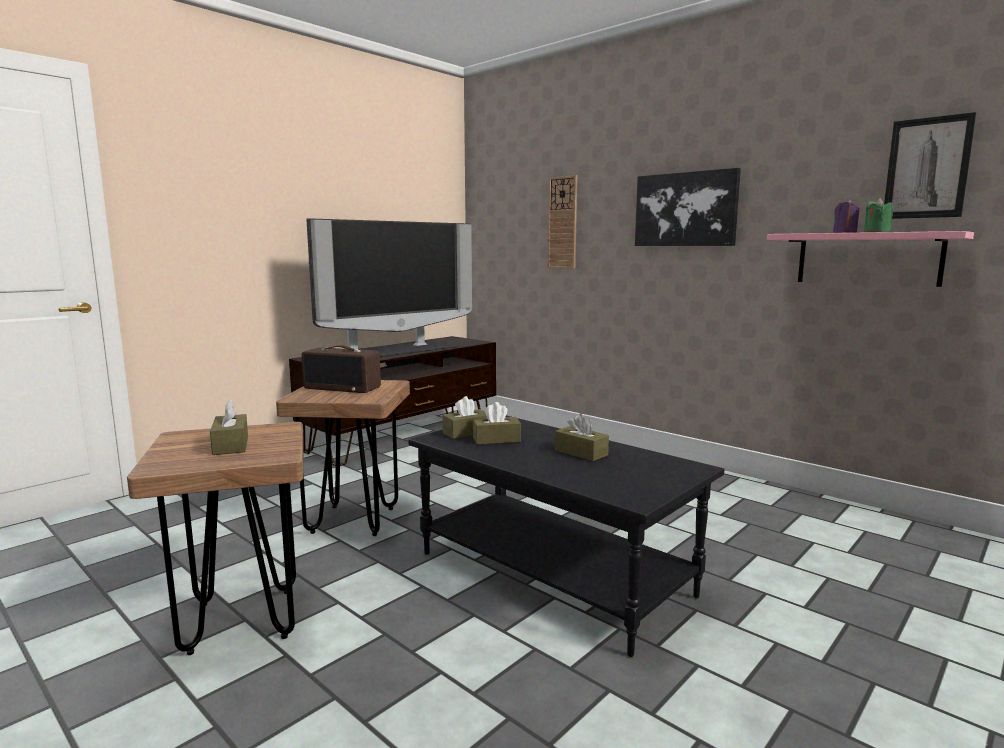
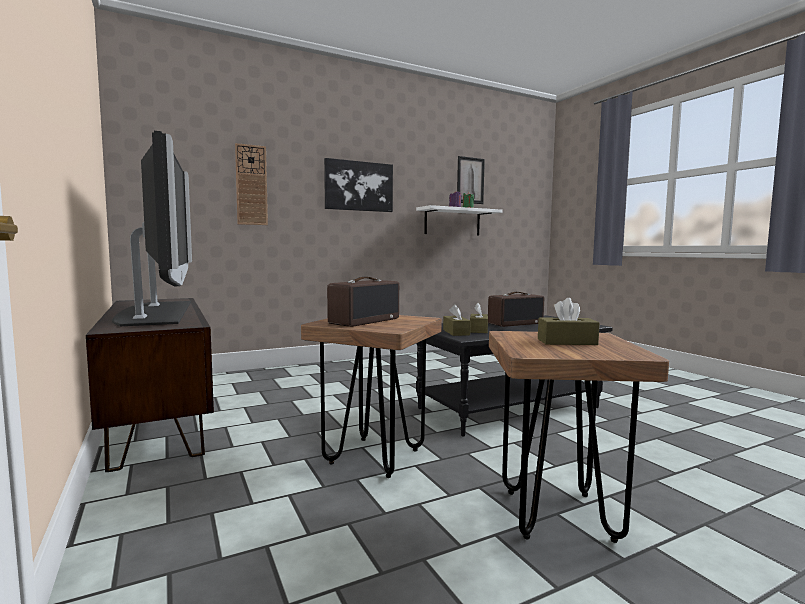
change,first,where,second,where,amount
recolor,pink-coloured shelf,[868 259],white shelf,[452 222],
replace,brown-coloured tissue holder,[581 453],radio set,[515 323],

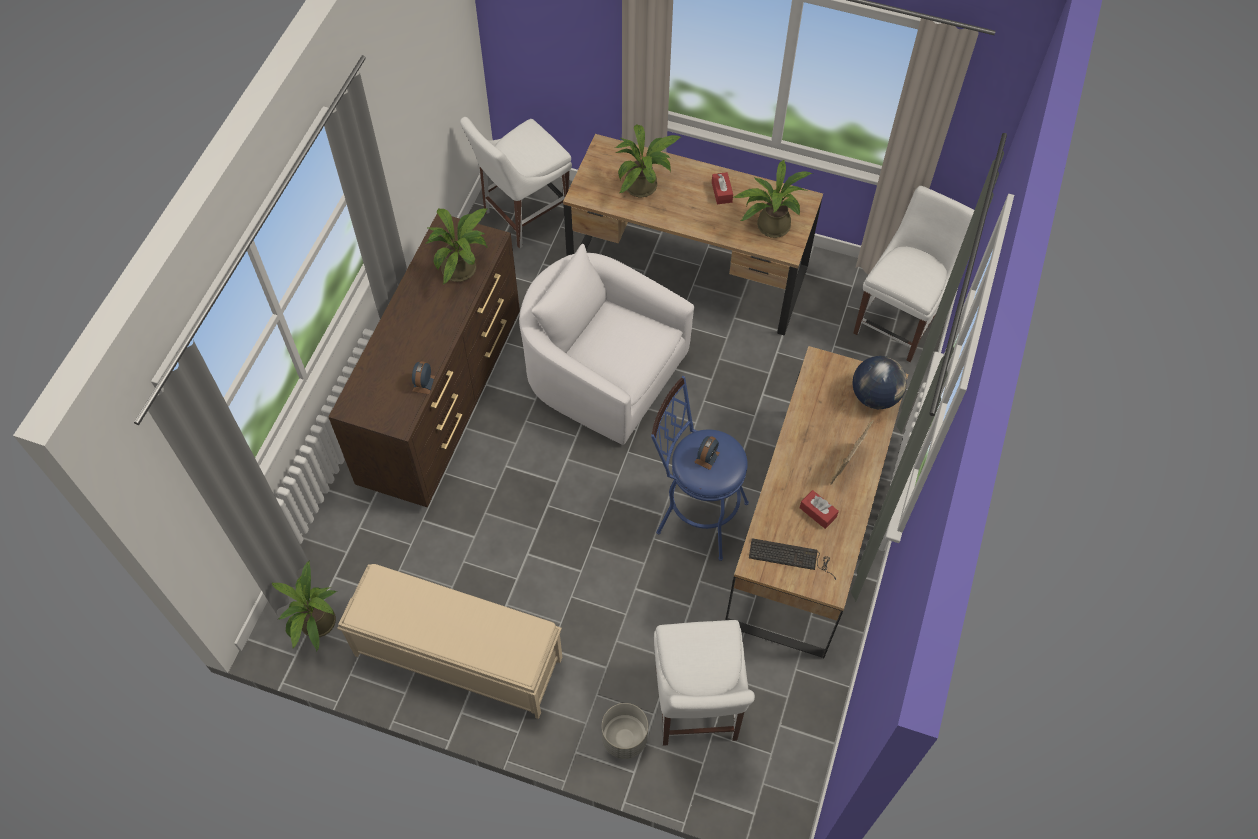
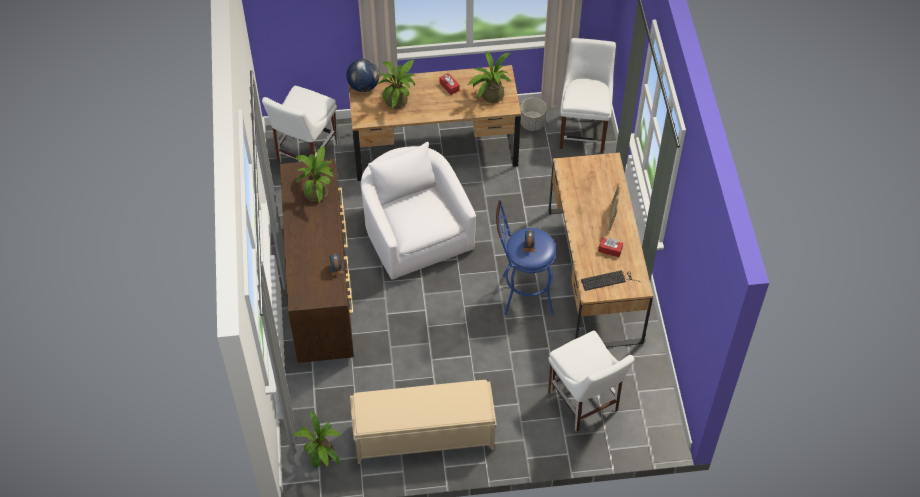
change,first,where,second,where,amount
move,world globe,[875 396],,[363 86],
rotate,white lounge chair,[602 372],,[415 233],60 degrees clockwise
move,gray planter,[625 738],,[532 123],

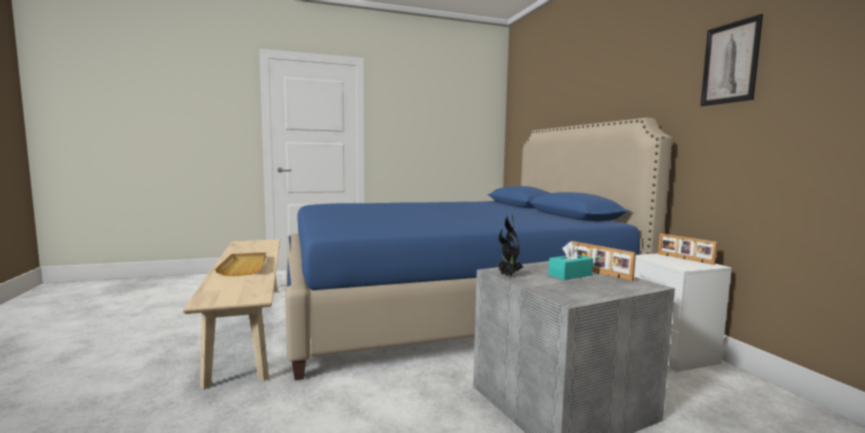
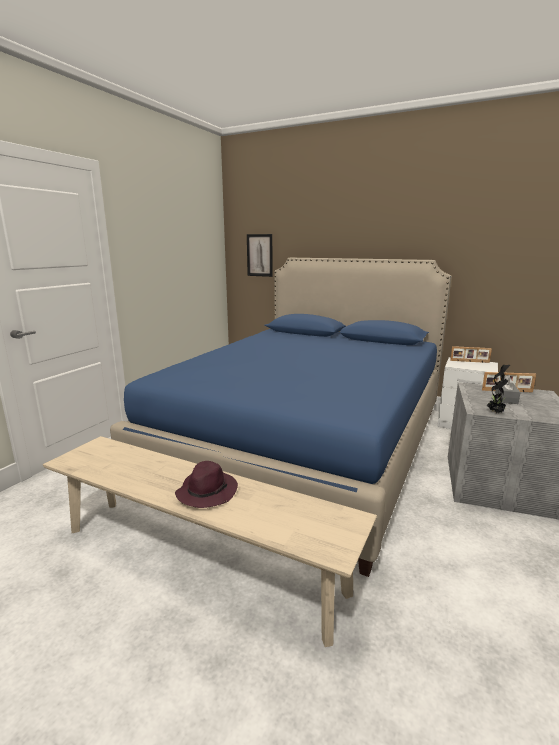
change,first,where,second,where,amount
replace,beige tray,[244 266],purplish hat,[207 491],
move,wall picture,[730 63],,[259 255],
recolor,blue-green tissue holder,[570 275],gray tissue holder,[506 398],

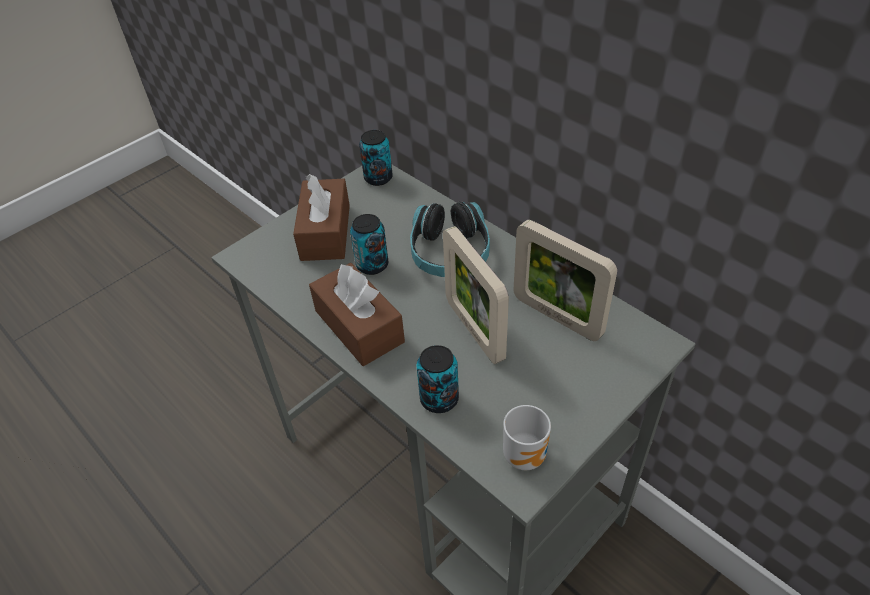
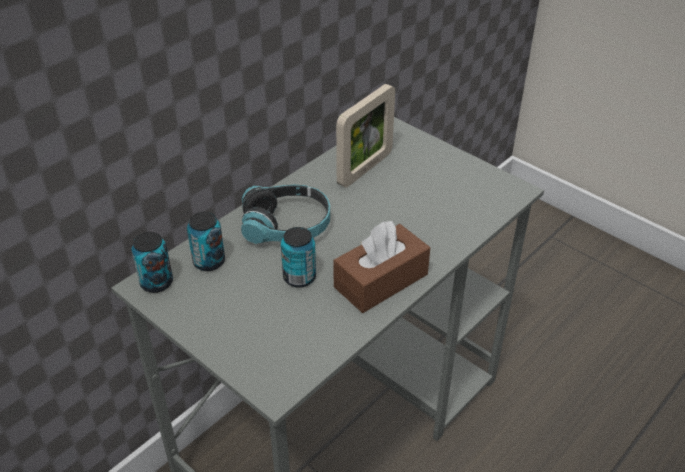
change,first,where,second,where,amount
move,can,[439 399],,[209 262],
delete,brown-coloured tissue holder,[325 232],,,
delete,picture frame,[474 330],,,
delete,mug,[527 454],,,

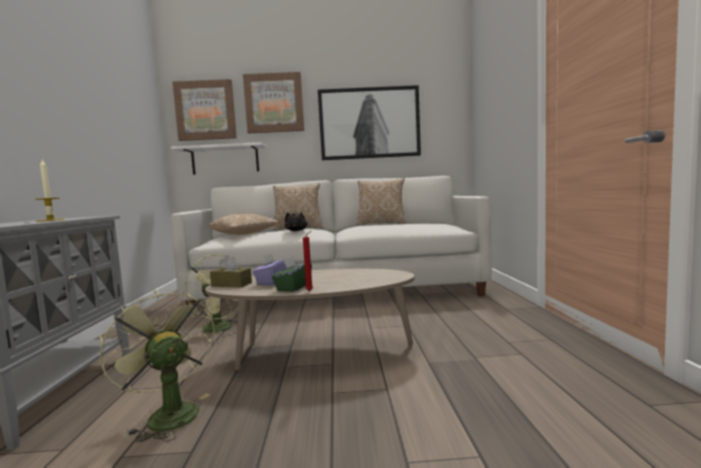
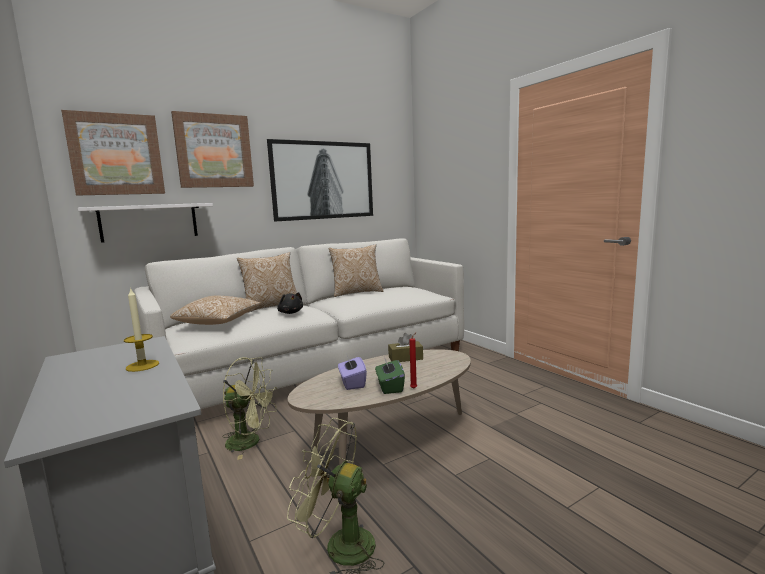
change,first,where,second,where,amount
move,brown-coloured tissue holder,[231 284],,[405 358],

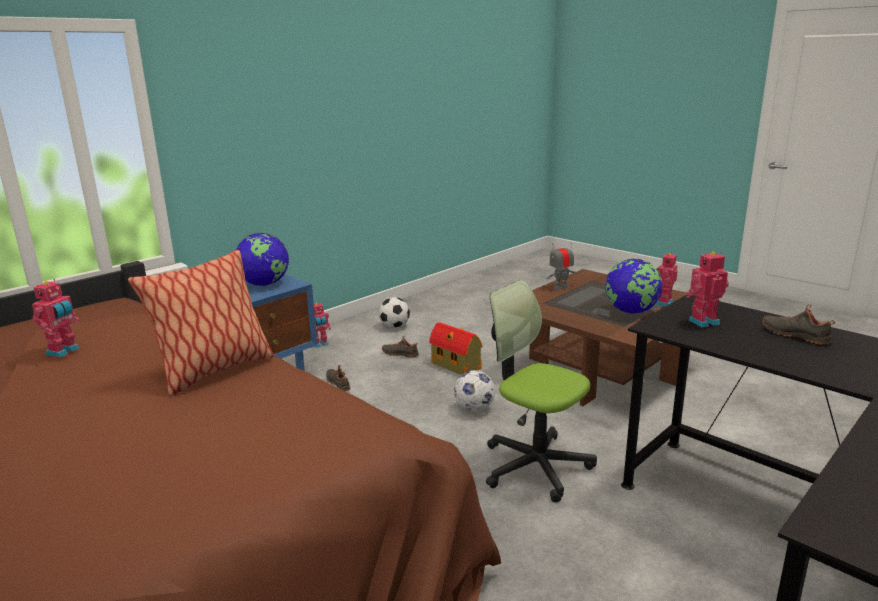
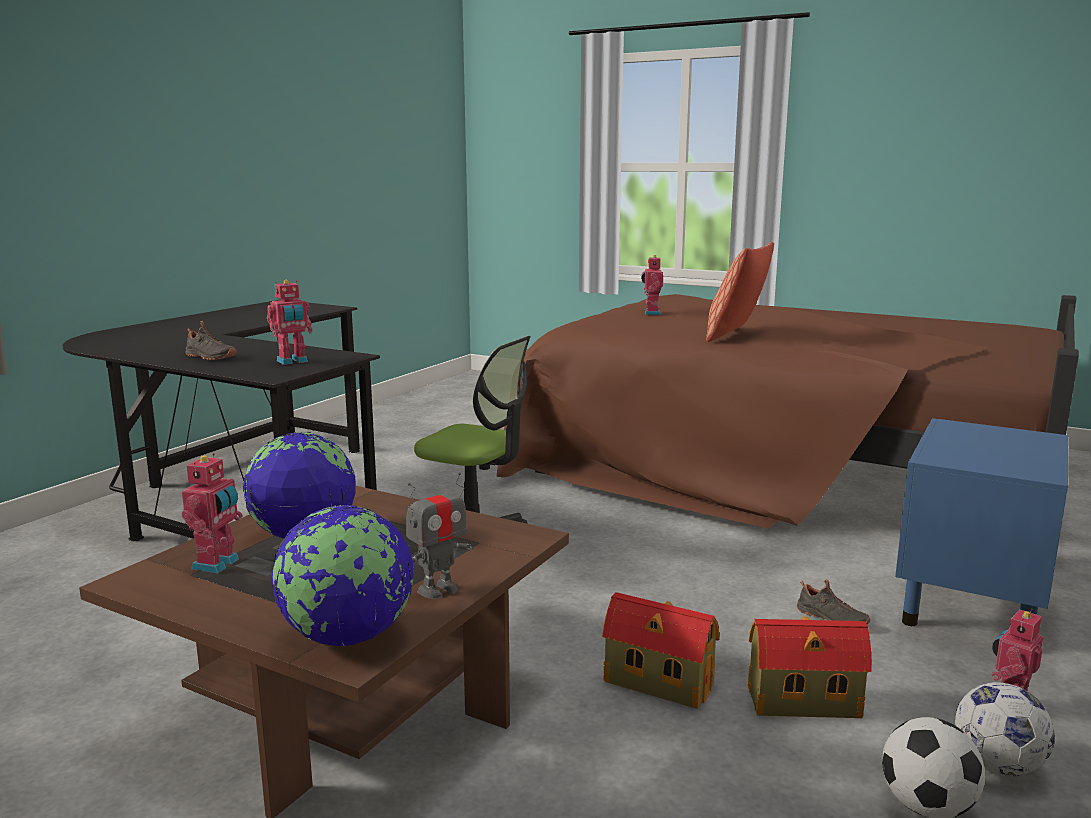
change,first,where,second,where,amount
move,world globe,[264 284],,[347 637],
move,robot figure,[64 351],,[651 313],
replace,black-coloured item of footwear,[400 354],miniature house,[800 702],
move,ball for football,[474 408],,[998 766],

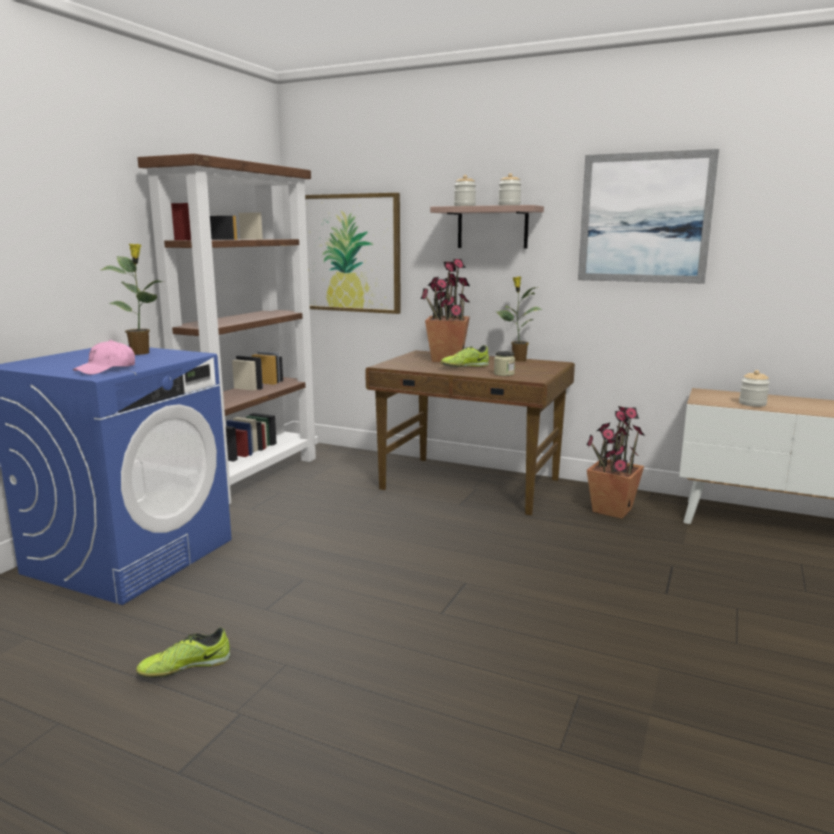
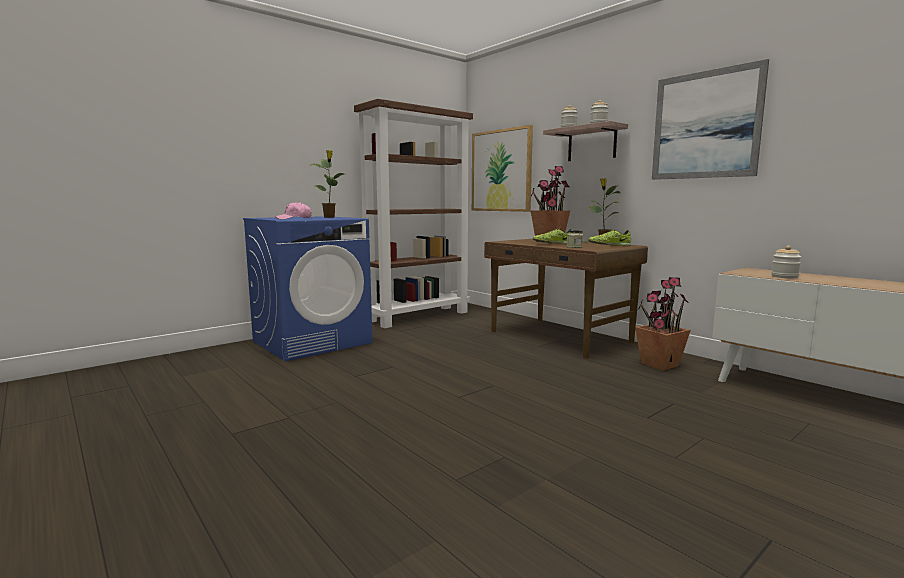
change,first,where,second,where,amount
move,item of footwear,[185 667],,[609 245],

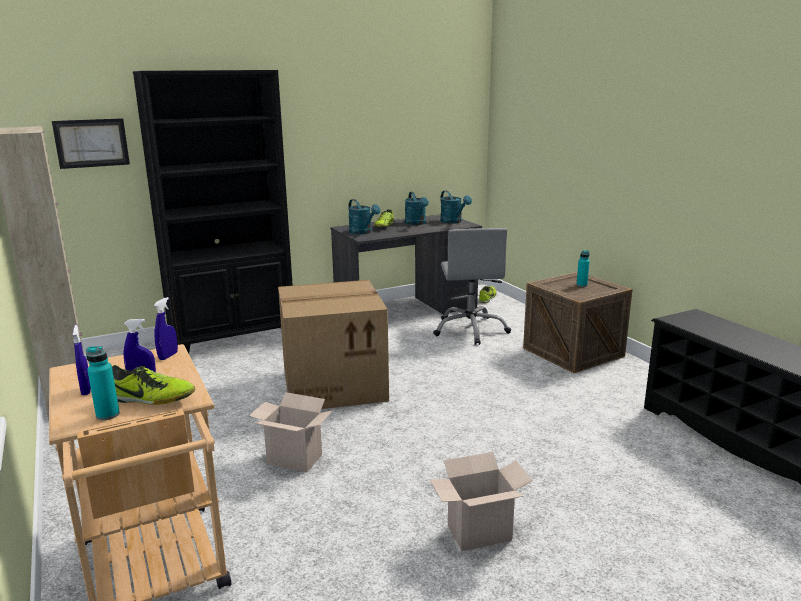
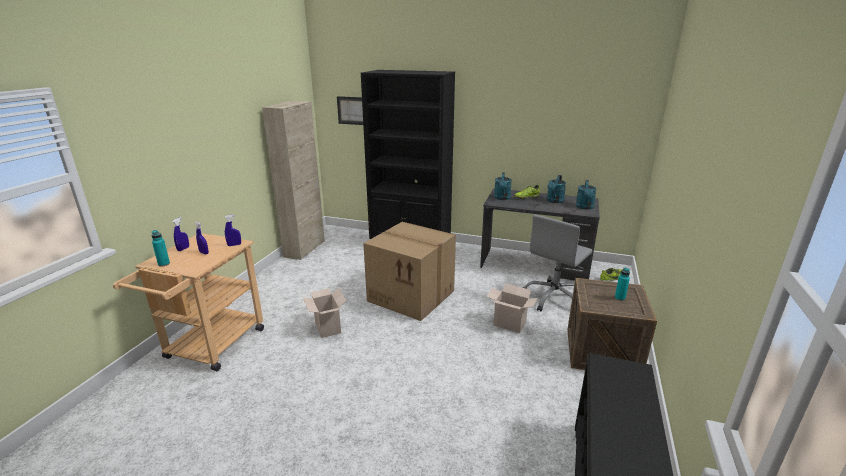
change,first,where,second,where,amount
move,carton,[478 535],,[508 324],
delete,item of footwear,[151 399],,,

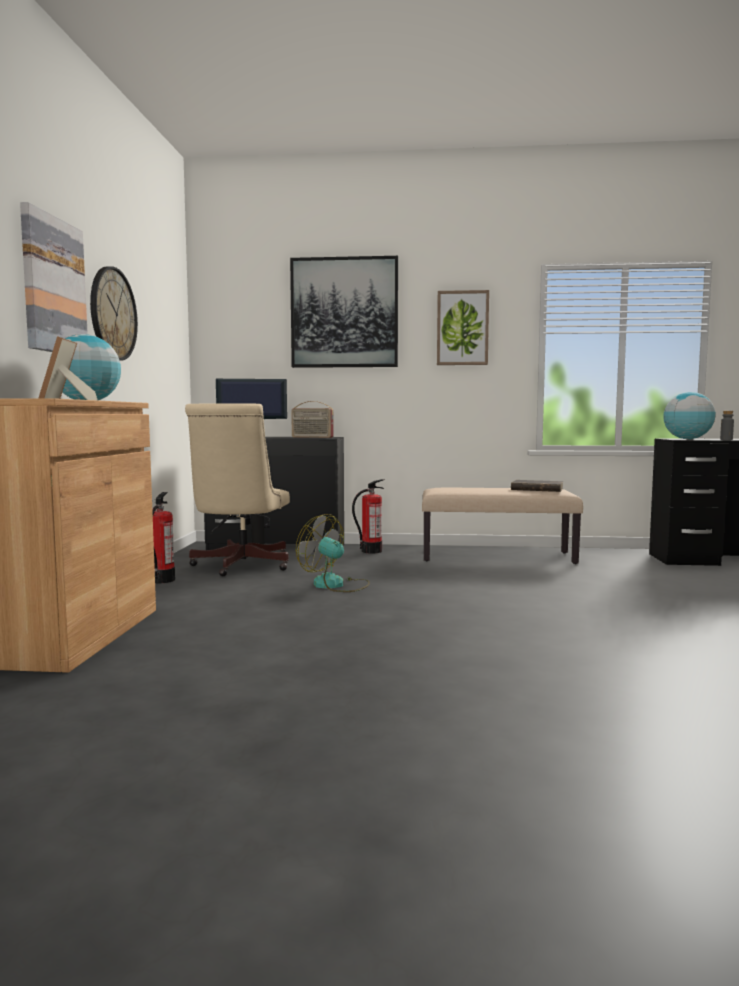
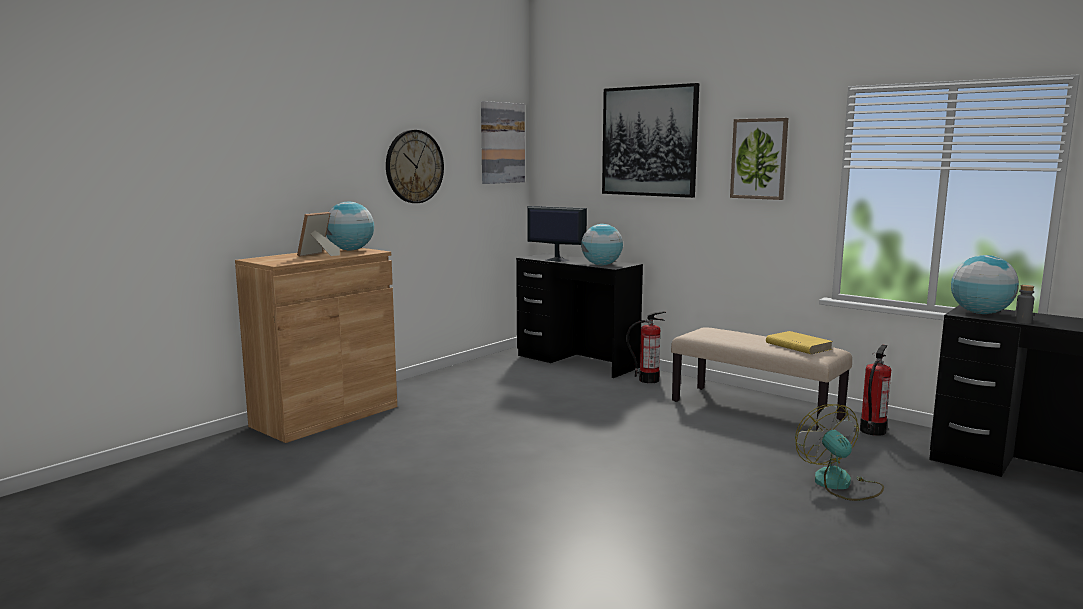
change,first,where,second,where,amount
move,wall picture,[53 286],,[502 143],
replace,radio set,[312 437],world globe,[601 265],
recolor,brown-coloured bound book,[536 489],yellowish bound book,[798 346],
move,fan,[335 585],,[840 484],
move,fire extinguisher,[161 580],,[872 431],
delete,beige desk chair,[239 566],,,

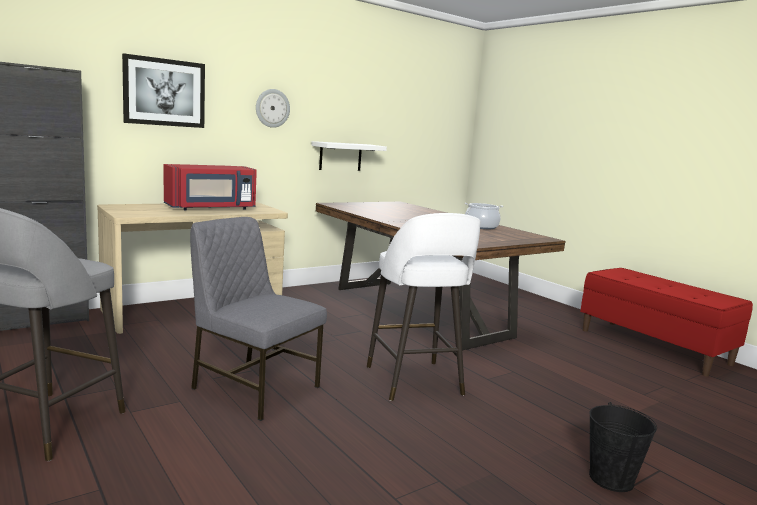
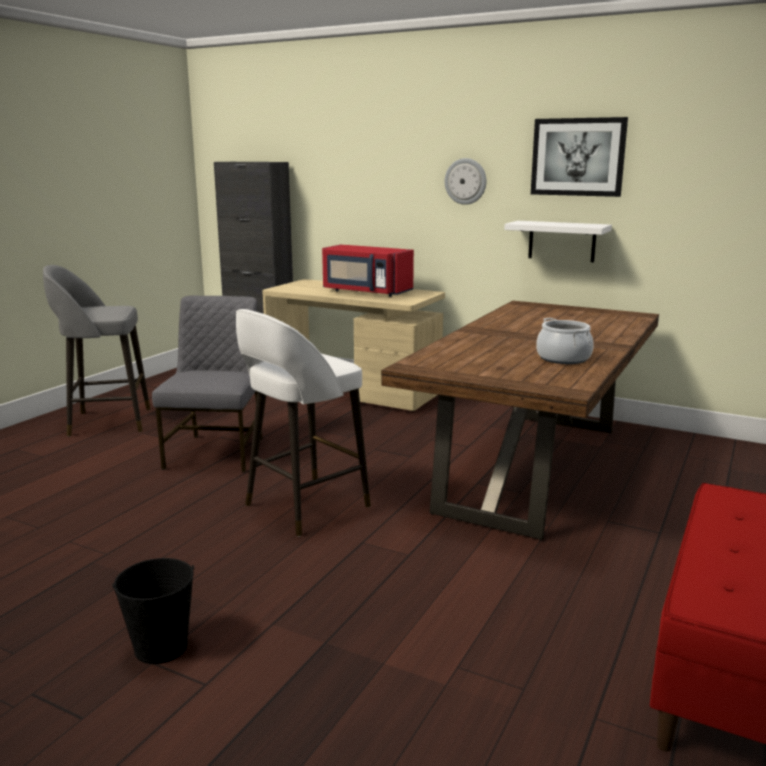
change,first,where,second,where,amount
move,wall picture,[164 92],,[578 157],

